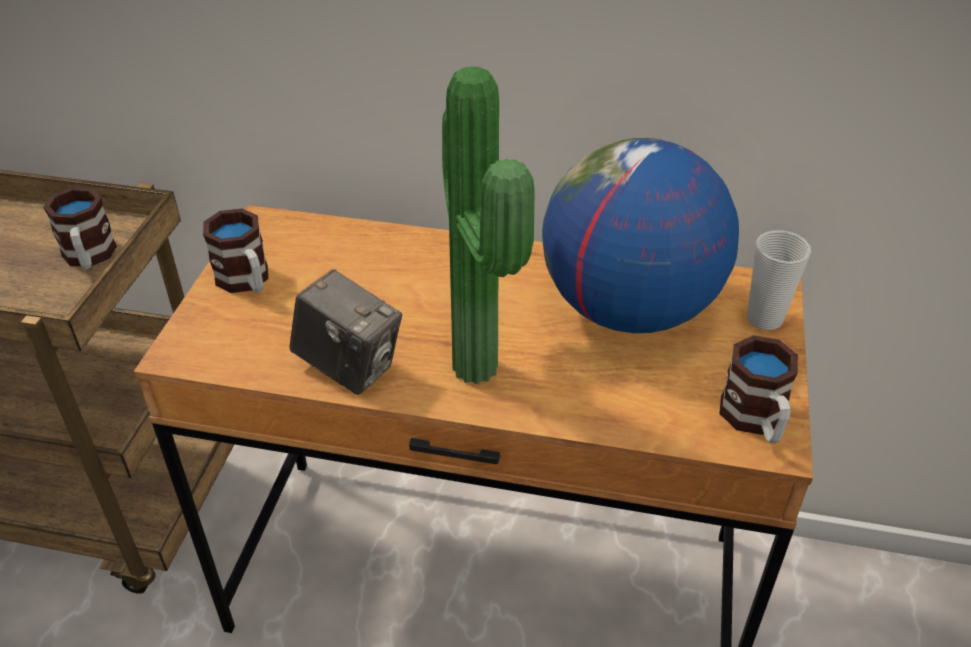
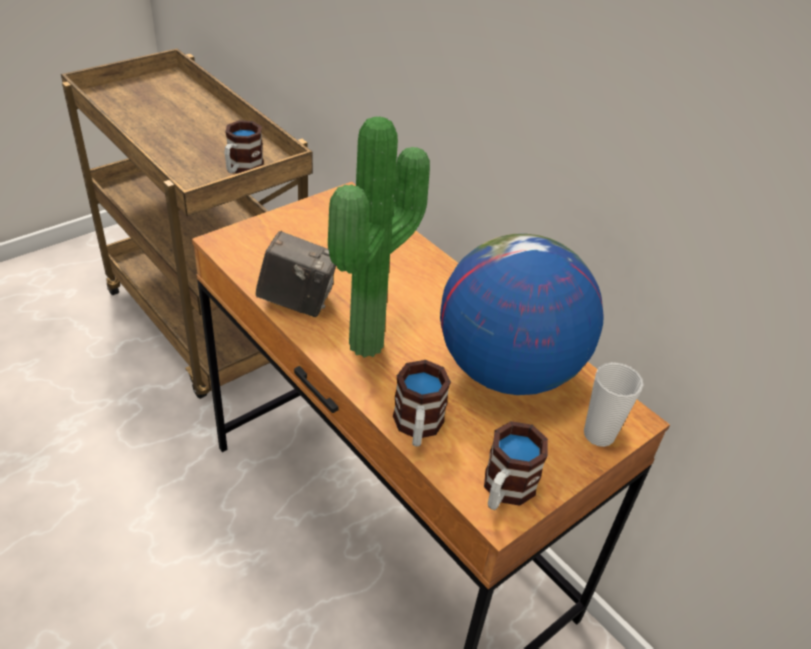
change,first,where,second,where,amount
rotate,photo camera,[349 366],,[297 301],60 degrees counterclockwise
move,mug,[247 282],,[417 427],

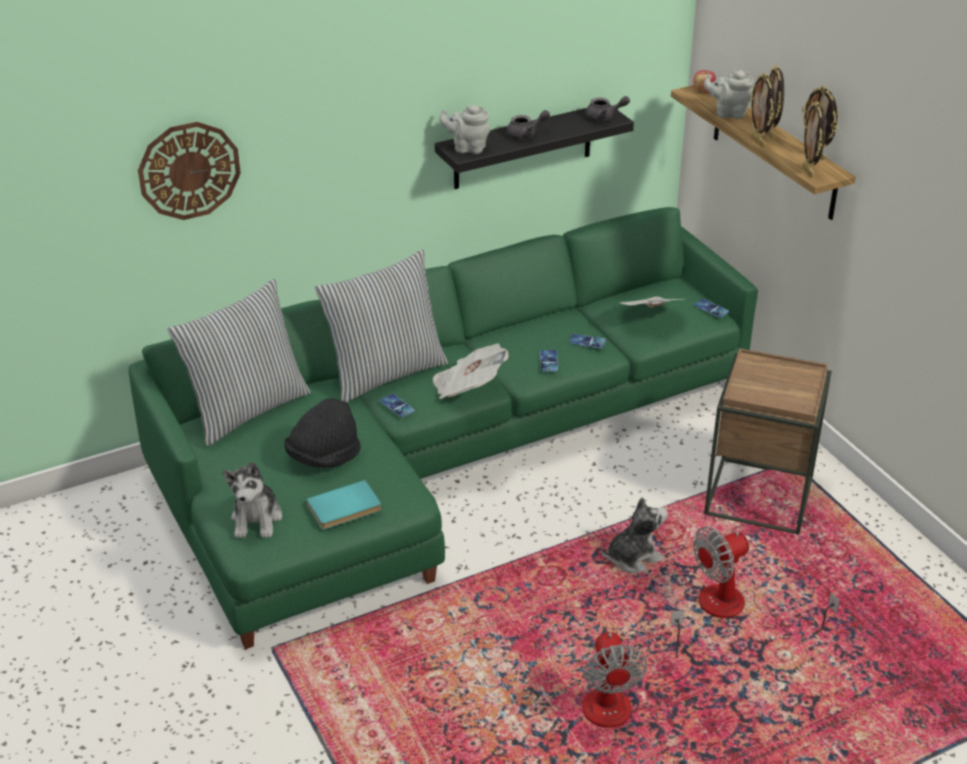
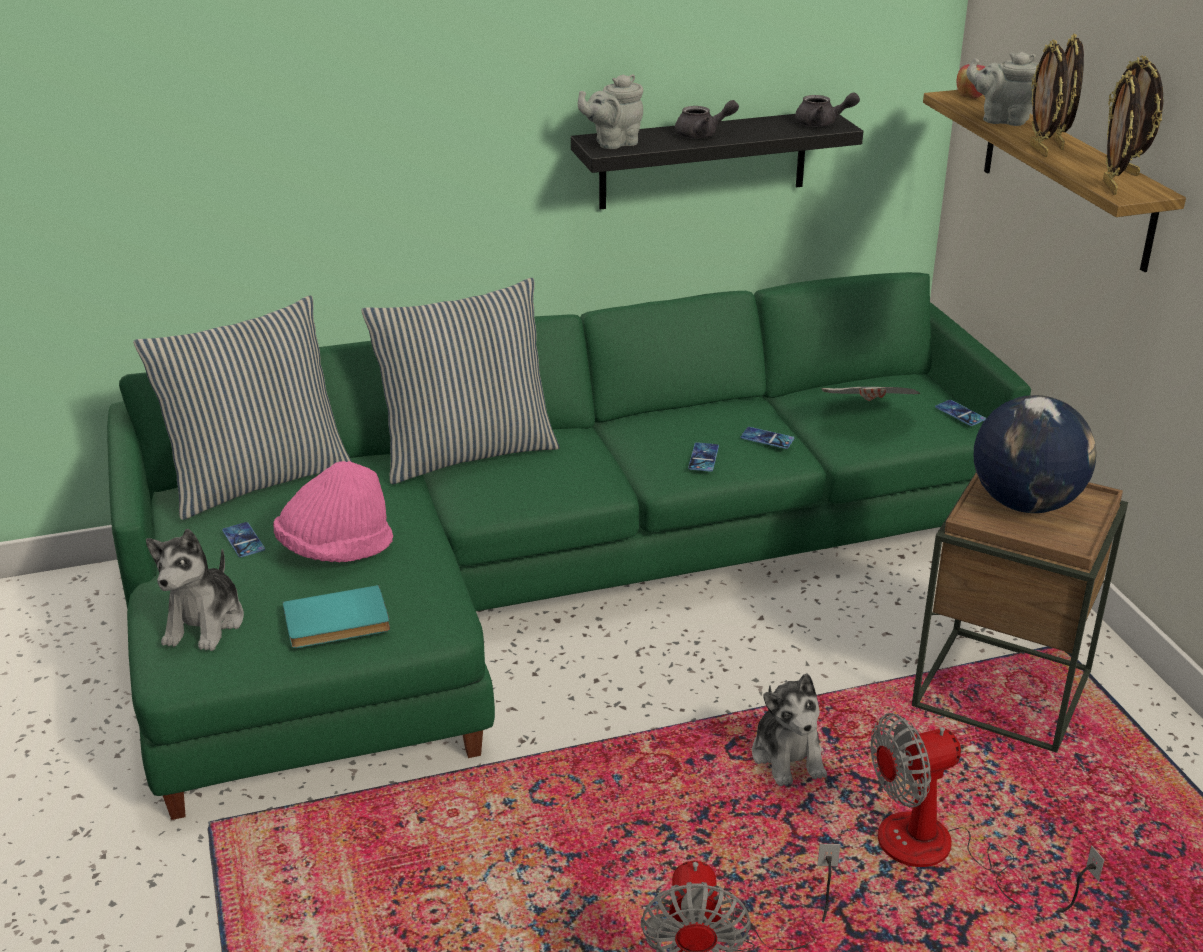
change,first,where,second,where,amount
move,handset,[397 406],,[243 540],
recolor,black-coloured hat,[324 457],pink-coloured hat,[335 550],
rotate,gray teapot,[467 148],,[613 143],45 degrees counterclockwise
rotate,plush toy,[633 557],,[788 757],90 degrees clockwise
insert,,,world globe,[1025 503],
delete,hanging clock,[189 170],,,
delete,newspaper,[468 387],,,

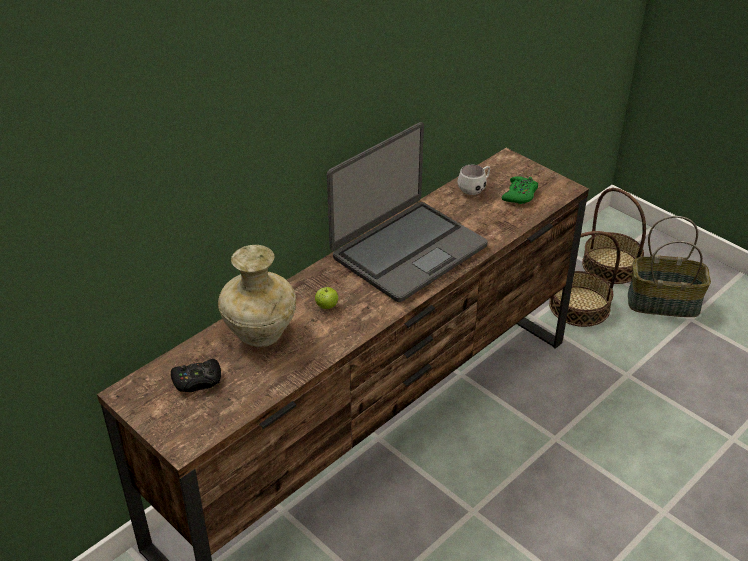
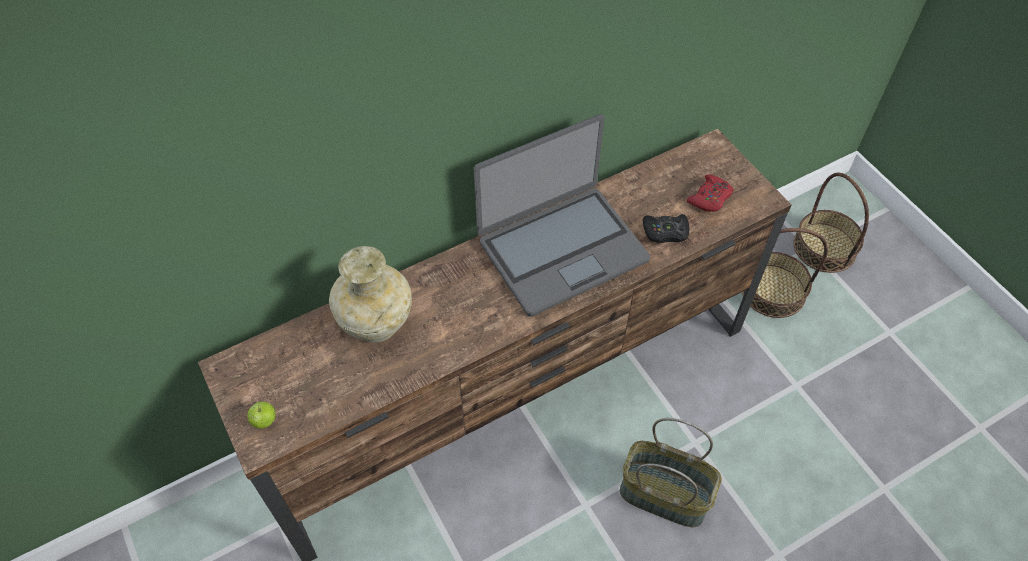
change,first,where,second,where,amount
move,apple fruit,[326 306],,[264 421],
move,household basket,[664 302],,[665 493],
move,black-coloured game controller,[197 381],,[665 232],
recolor,green game controller,[520 195],red game controller,[710 198],
delete,white mug,[475 188],,,

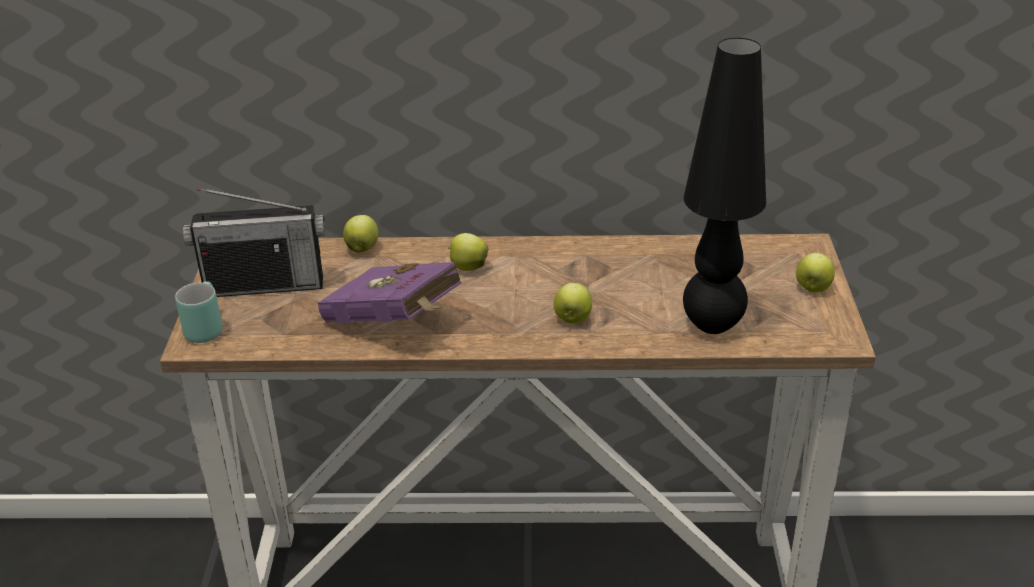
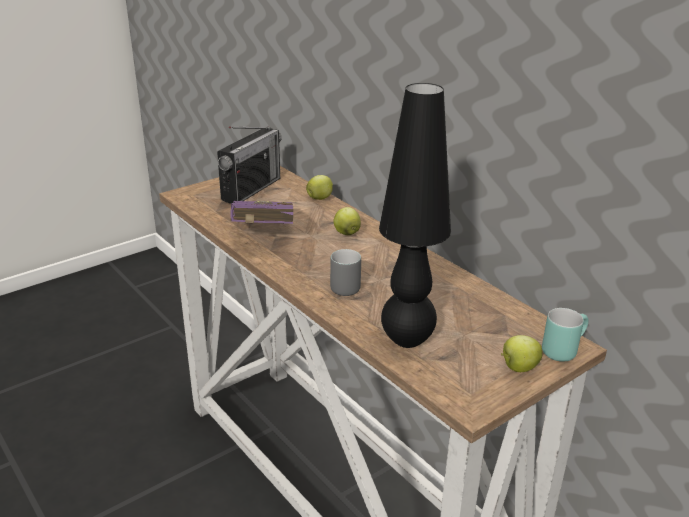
change,first,where,second,where,amount
rotate,radio set,[264 285],,[251 189],105 degrees counterclockwise
replace,apple fruit,[572 319],gray mug,[341 286],
move,blue-green mug,[203 328],,[562 349],

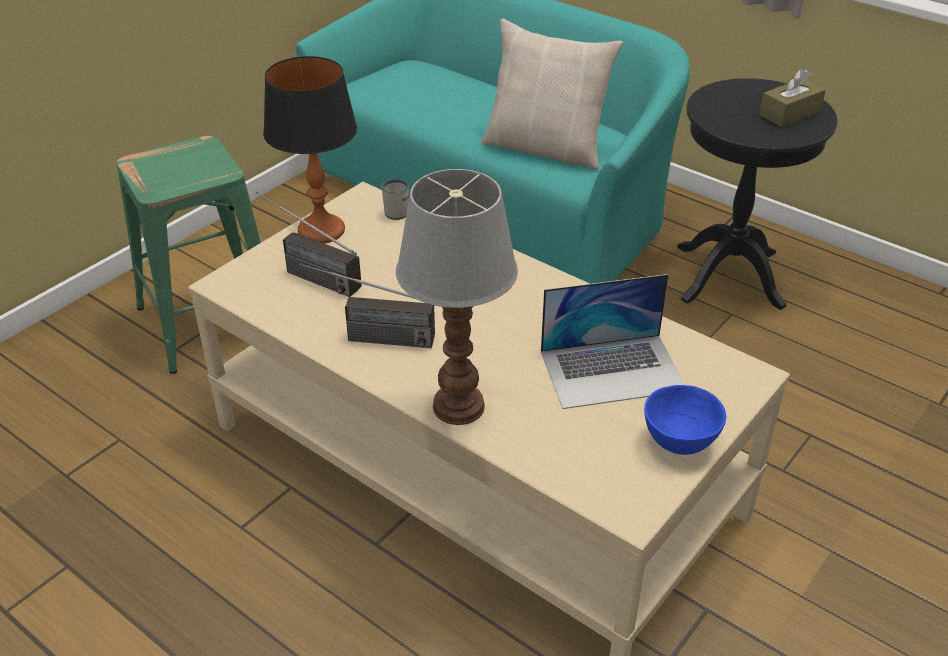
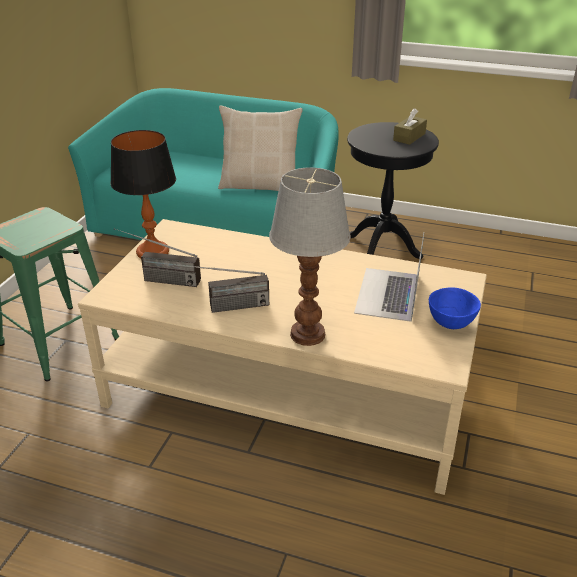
change,first,where,second,where,amount
rotate,portable computer,[613 370],,[388 294],135 degrees clockwise
delete,white mug,[396 210],,,

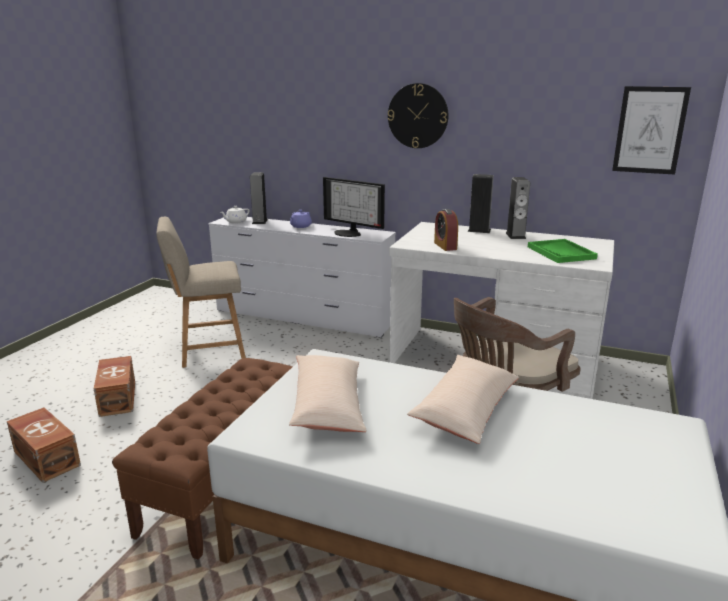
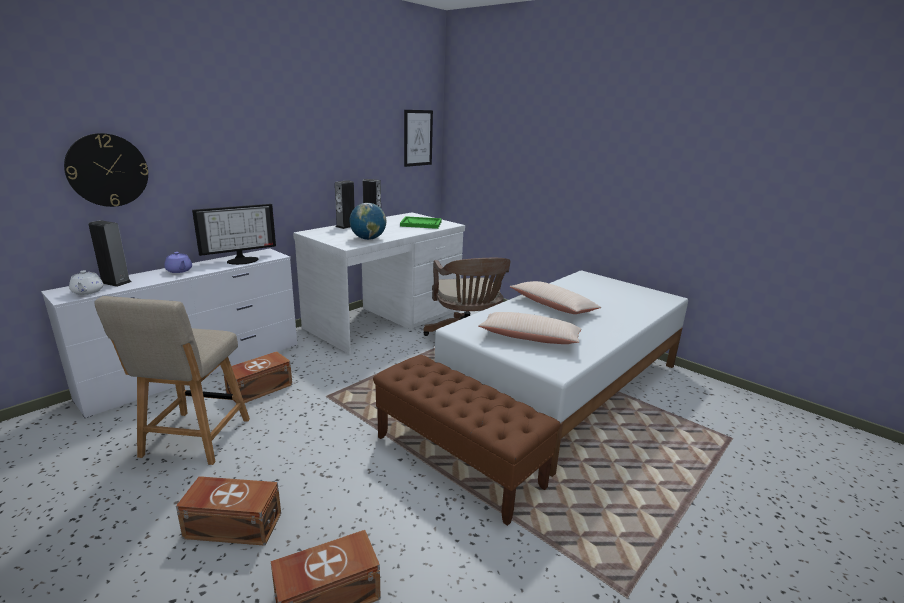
change,first,where,second,where,amount
move,hanging clock,[418 116],,[107 170],
insert,,,brown-coloured storage container,[258 389],
replace,bedside clock,[445 246],world globe,[368 239],

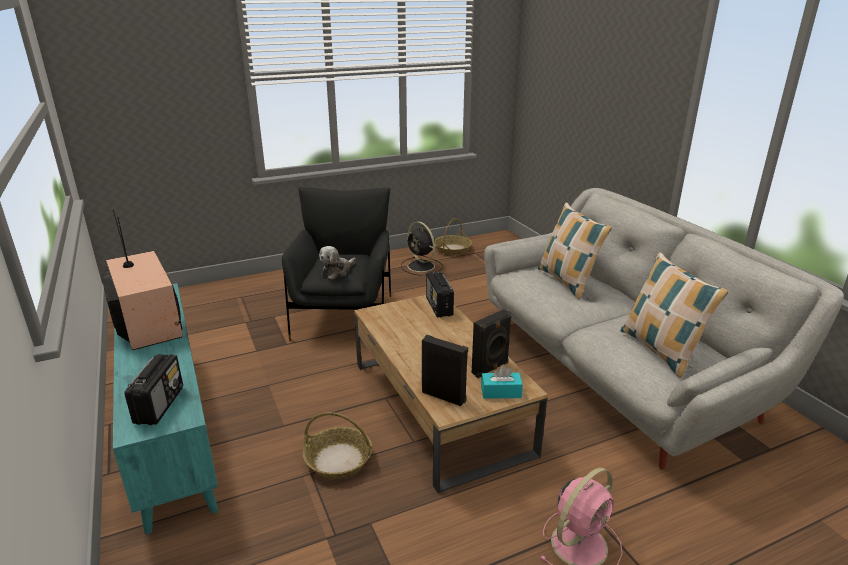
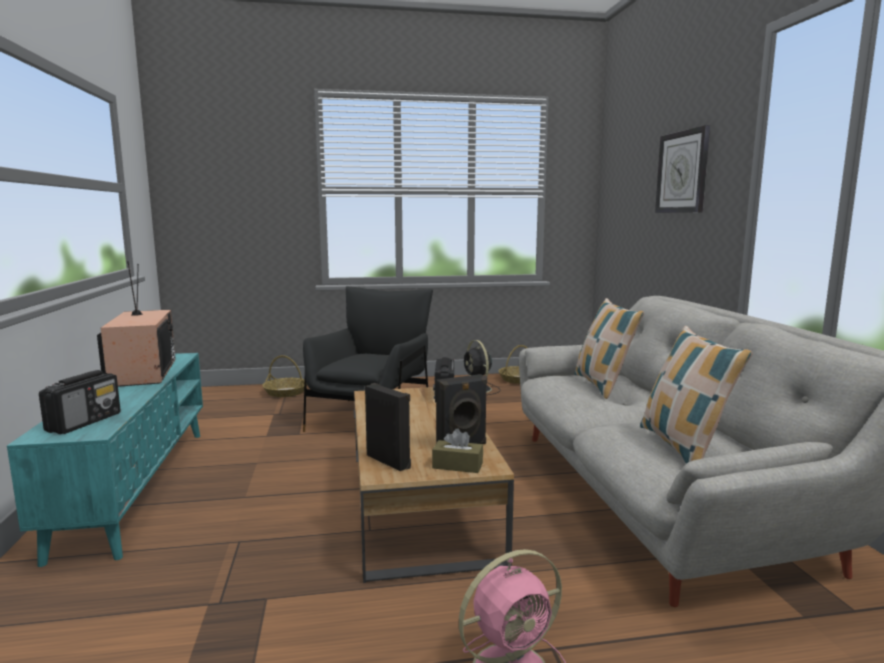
change,first,where,second,where,amount
move,household basket,[338 460],,[285 392],
recolor,blue-green tissue holder,[501 392],brown-coloured tissue holder,[457 465],
insert,,,hanging clock,[682 172],
delete,plush toy,[337 272],,,

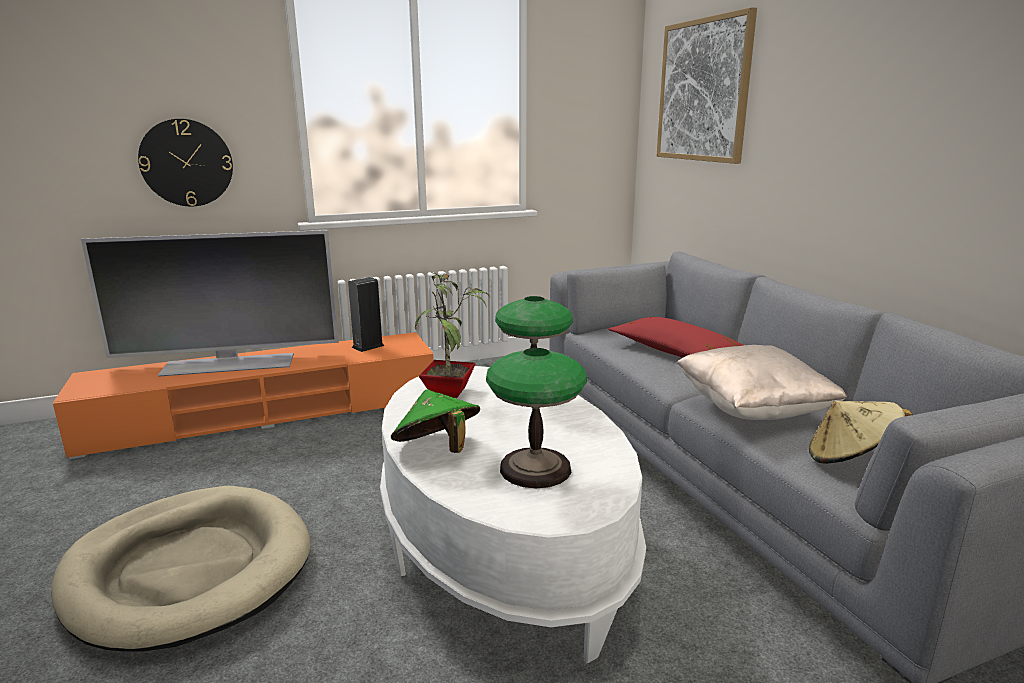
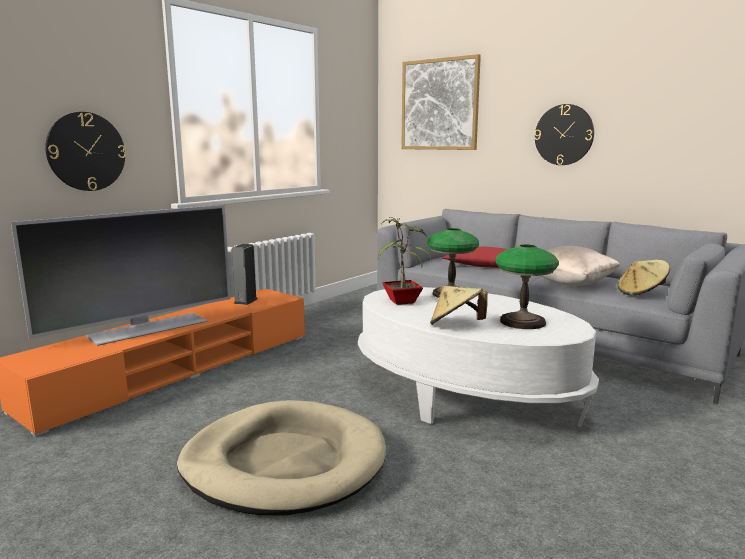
change,first,where,second,where,amount
recolor,green hat,[437 449],beige hat,[456 325],
insert,,,hanging clock,[564 135],

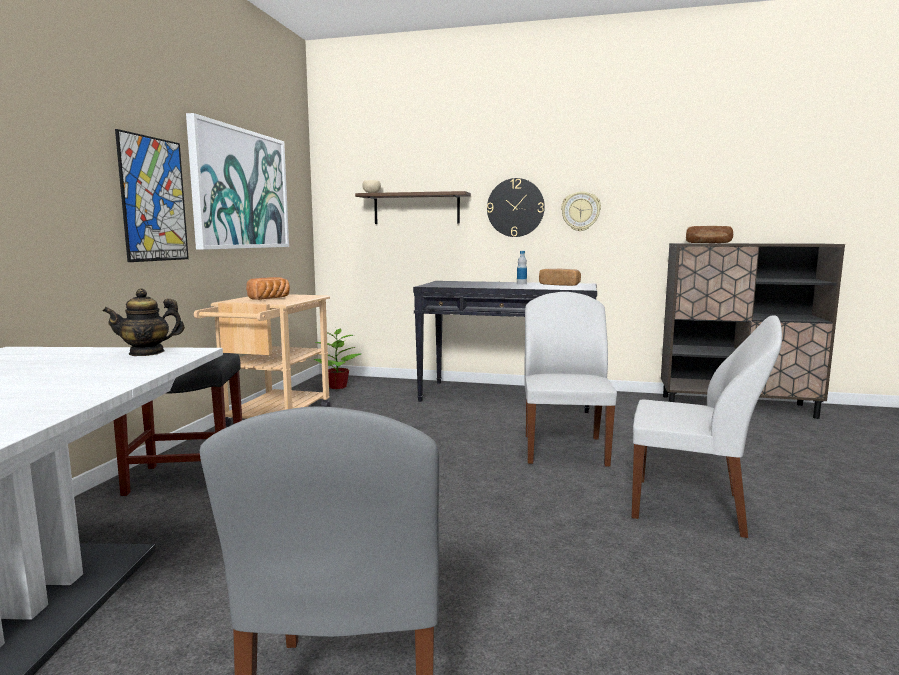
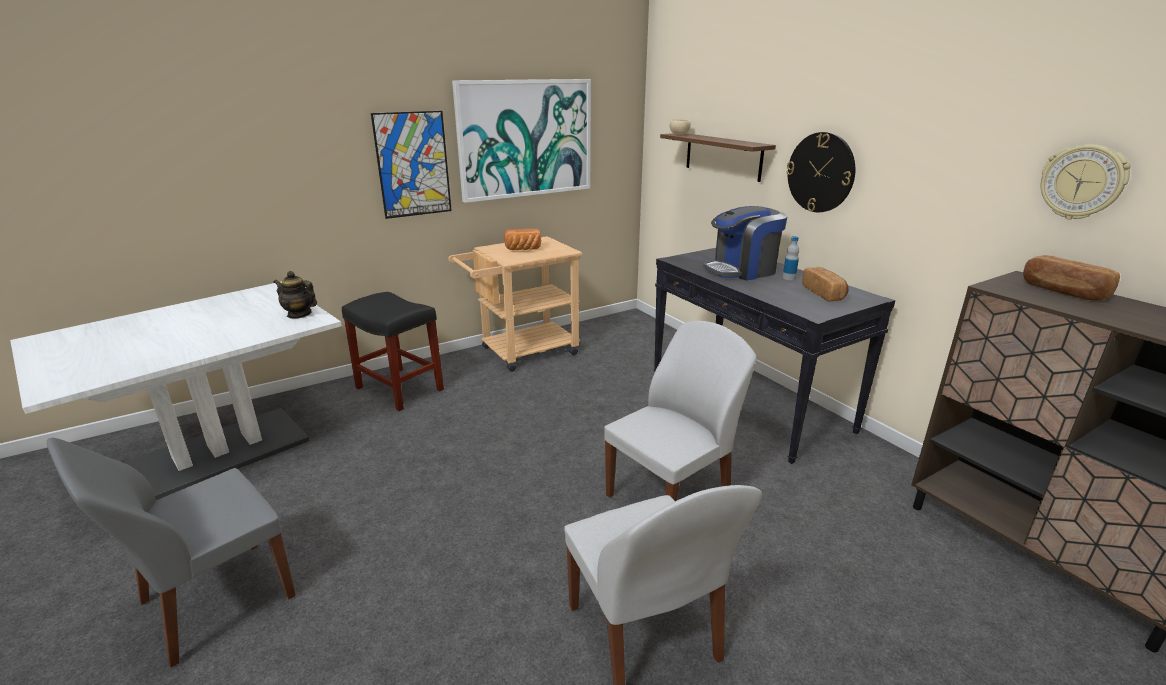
change,first,where,second,where,amount
insert,,,coffee machine,[742 270],
move,hanging clock,[580 211],,[1082 182],
delete,potted plant,[337 387],,,

